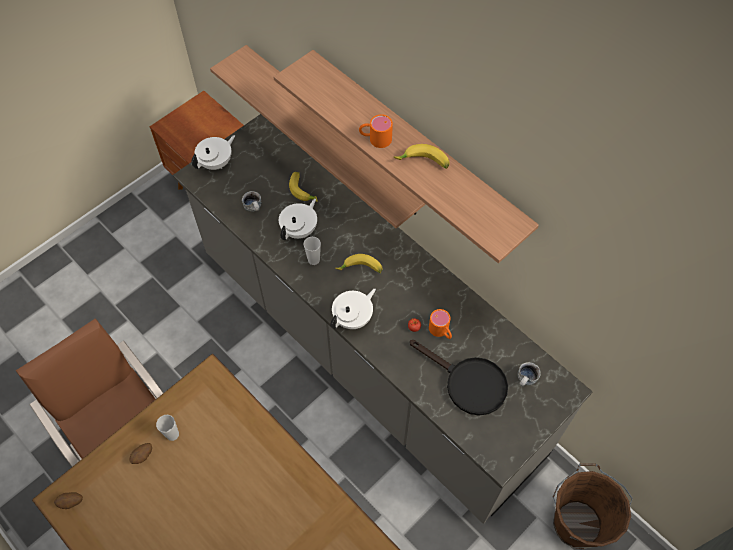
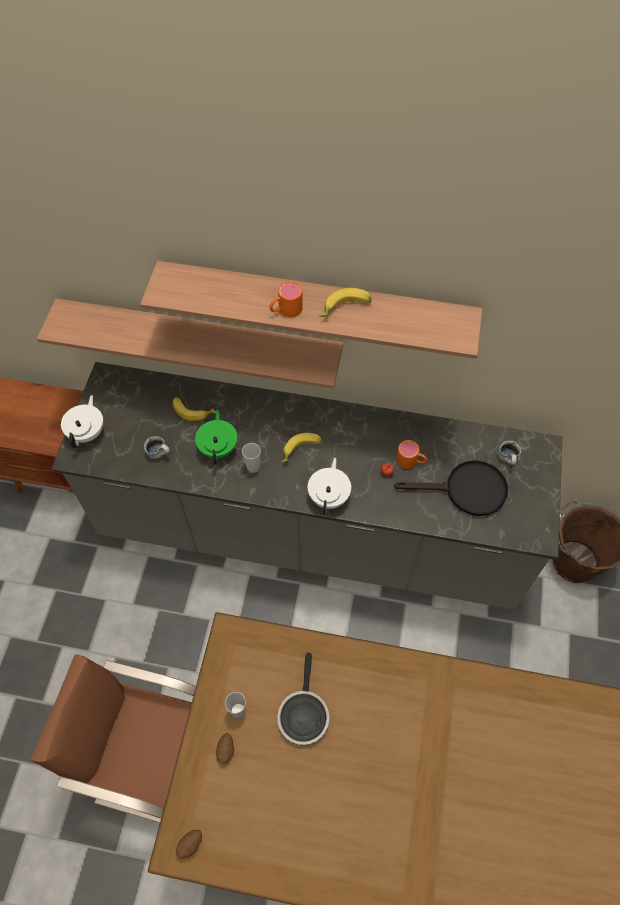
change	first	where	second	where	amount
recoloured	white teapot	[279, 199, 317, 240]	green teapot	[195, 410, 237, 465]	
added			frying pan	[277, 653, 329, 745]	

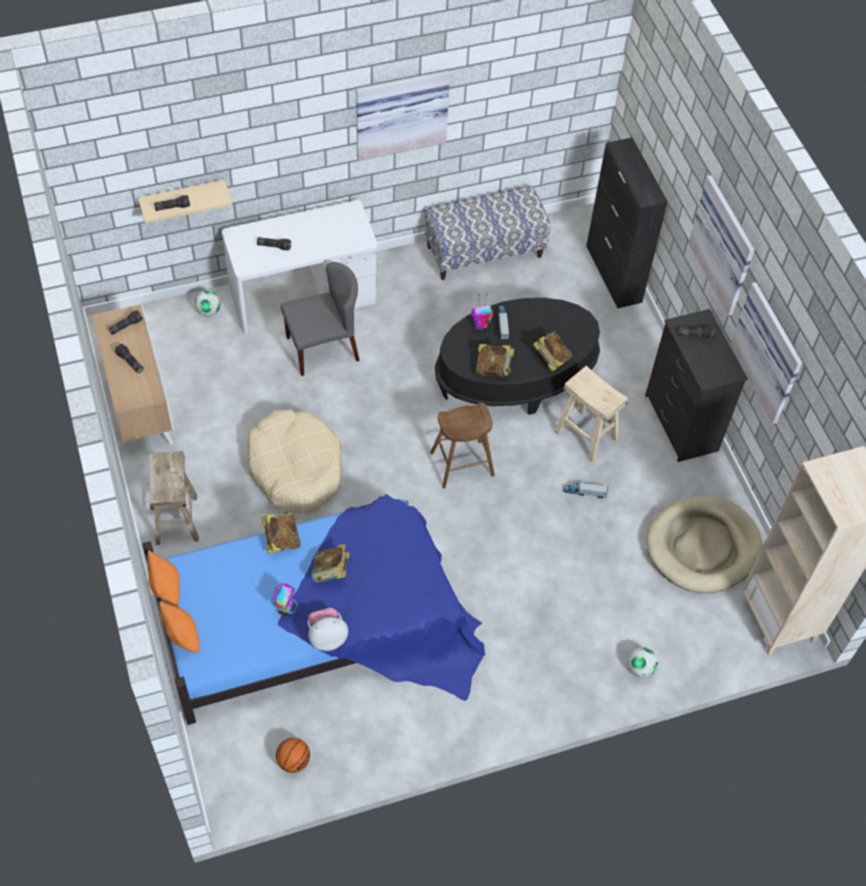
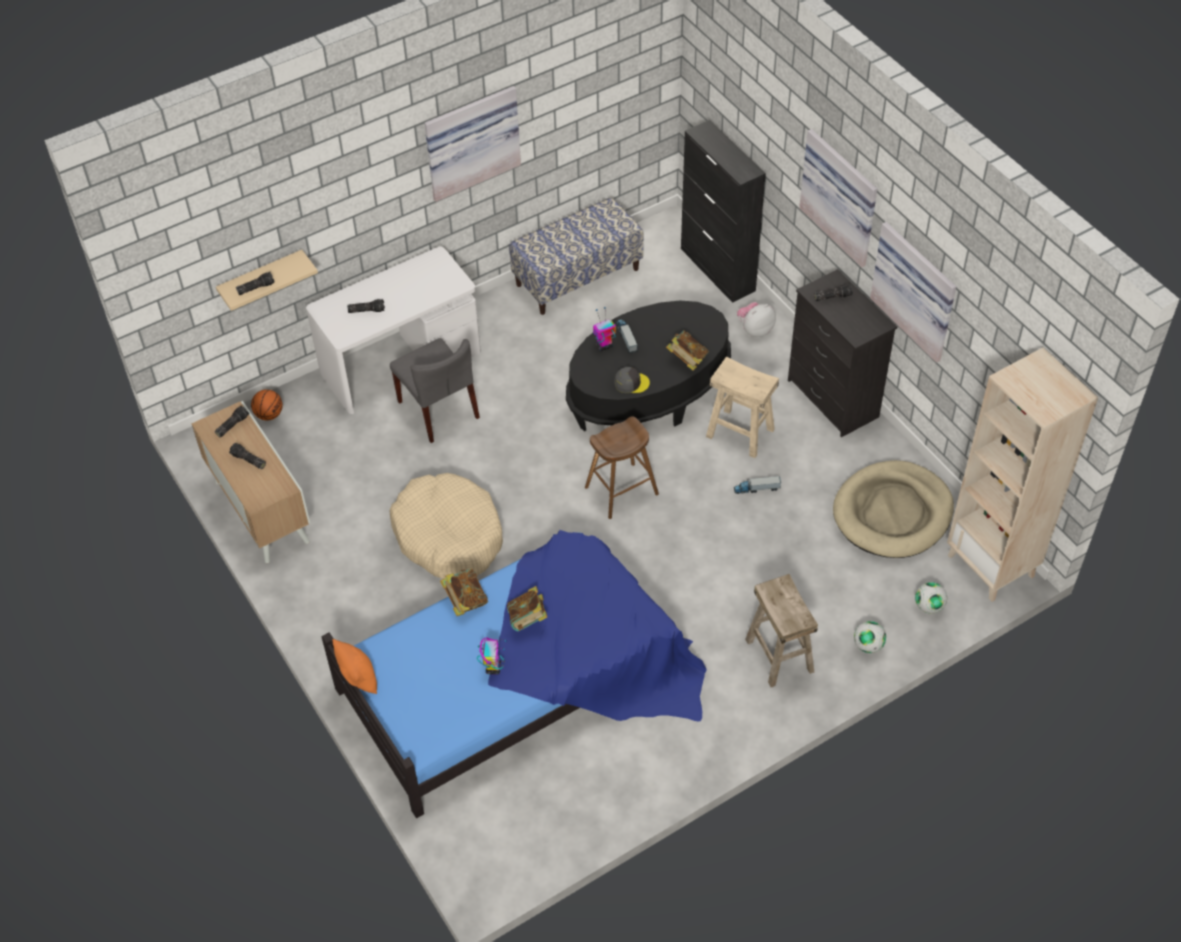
change	first	where	second	where	amount
moved	beige stool	[149, 451, 199, 545]		[745, 574, 818, 687]	
removed	orange pillow	[159, 601, 200, 653]			
moved	football	[195, 291, 221, 316]		[915, 582, 947, 614]	
moved	basketball	[276, 738, 310, 773]		[251, 389, 283, 420]	
turned	grey chair	[281, 262, 360, 376]		[390, 338, 480, 443]	90 degrees clockwise
moved	plush toy	[308, 608, 348, 651]		[737, 302, 776, 337]	
replaced	book	[476, 344, 514, 377]	grey cap	[615, 367, 650, 393]	

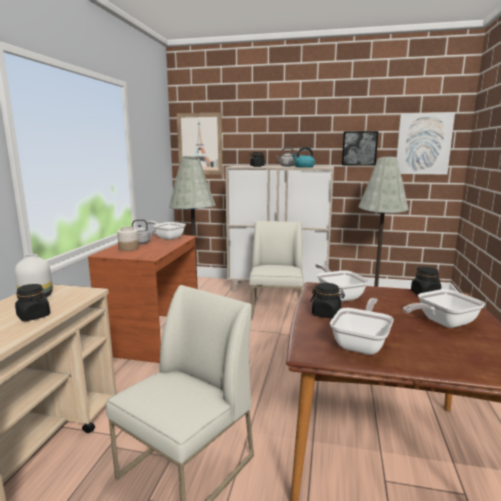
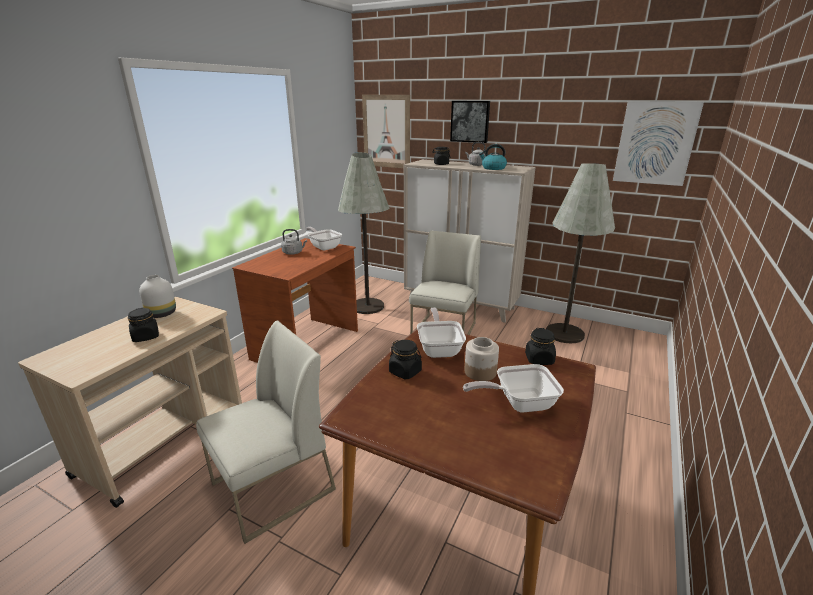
change	first	where	second	where	amount
moved	jar	[117, 227, 139, 251]		[465, 337, 499, 381]	
removed	frying pan	[330, 298, 394, 355]			
moved	picture	[342, 131, 378, 166]		[450, 101, 490, 143]	

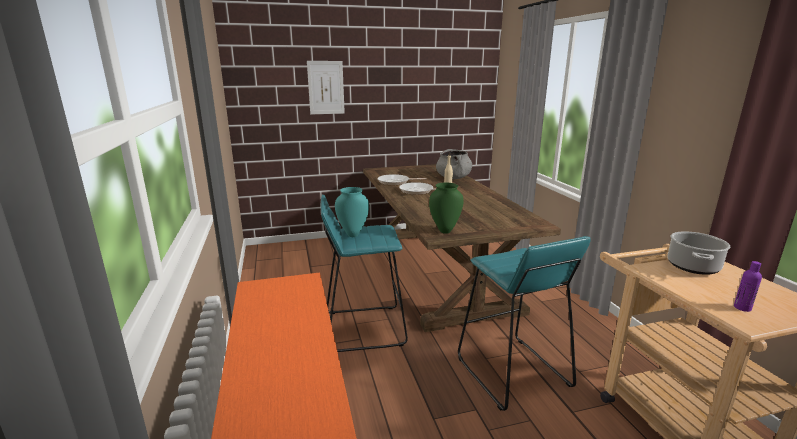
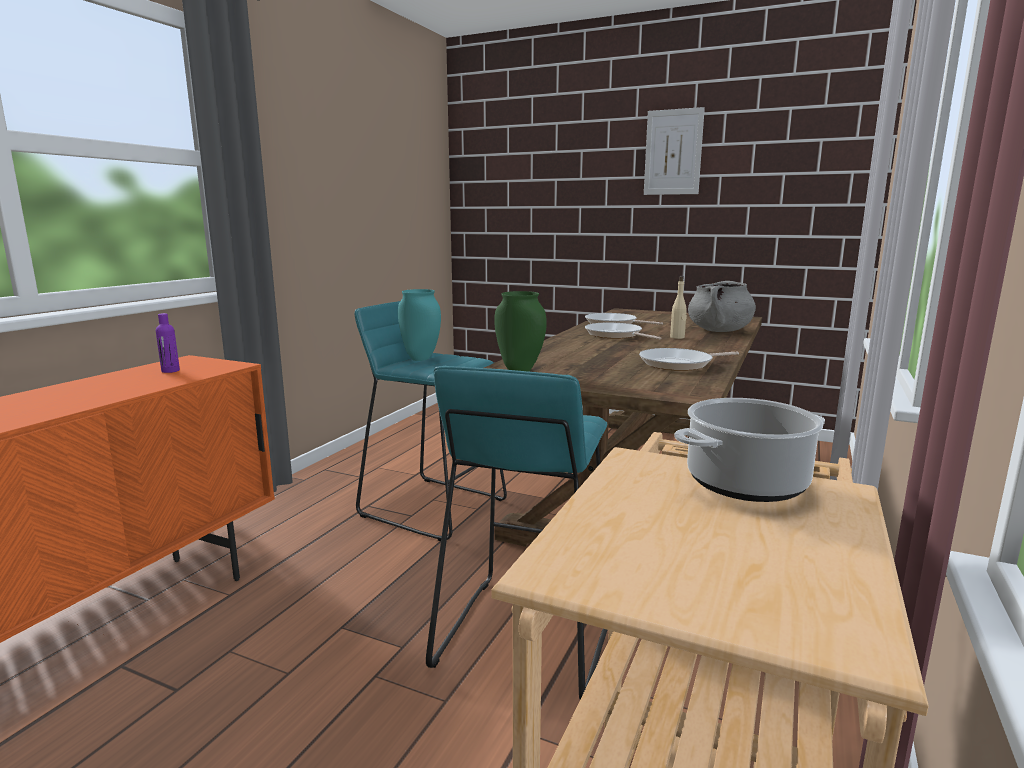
change	first	where	second	where	amount
moved	picture	[307, 61, 345, 114]		[644, 107, 705, 195]	
moved	purple bottle	[734, 261, 762, 312]		[156, 313, 180, 373]	
added			frying pan	[639, 348, 739, 371]	

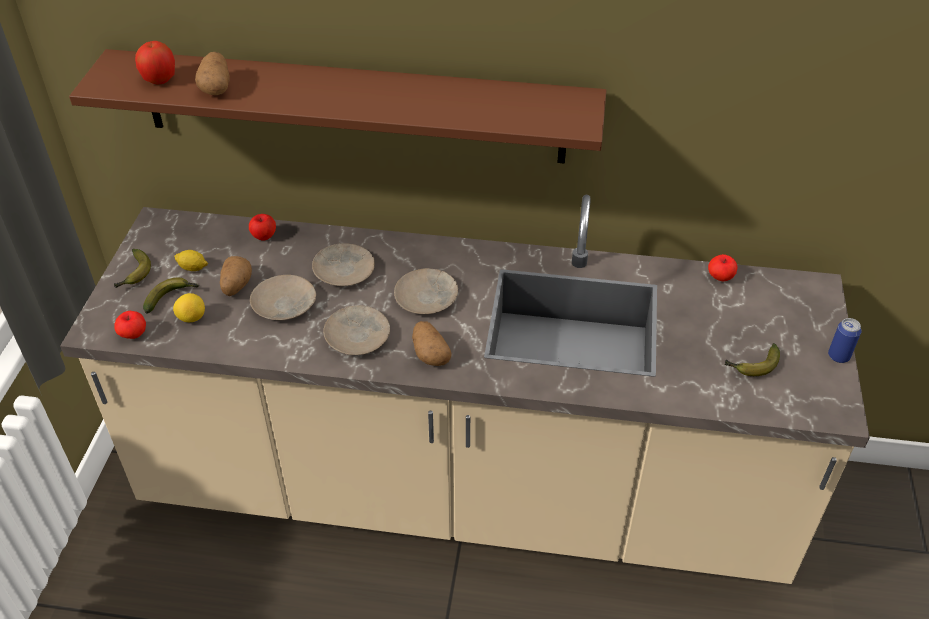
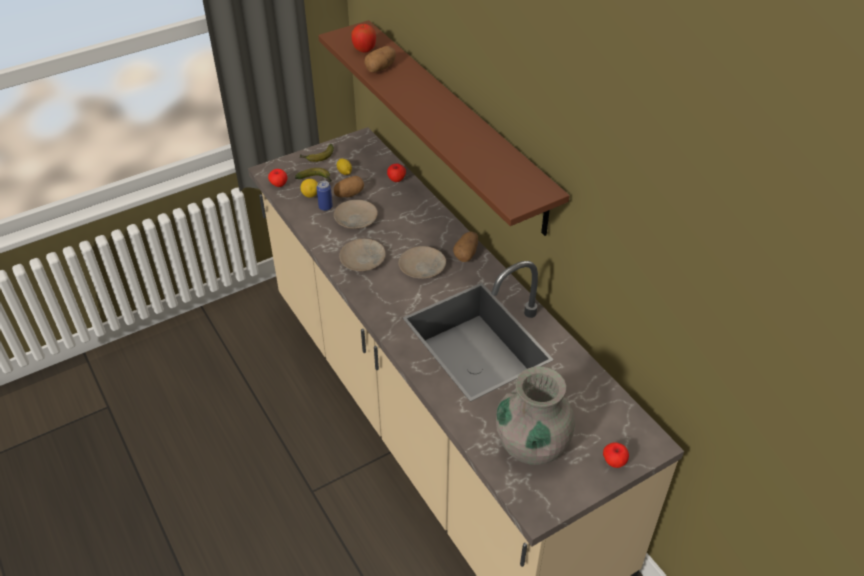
change	first	where	second	where	amount
removed	beige plate	[312, 243, 375, 286]			
moved	potato	[412, 321, 452, 366]		[453, 231, 478, 262]	
moved	apple	[708, 254, 738, 281]		[603, 442, 629, 468]	
replaced	banana	[724, 343, 780, 376]	grey vase	[496, 366, 575, 465]	
moved	can	[828, 318, 861, 363]		[316, 181, 333, 211]	

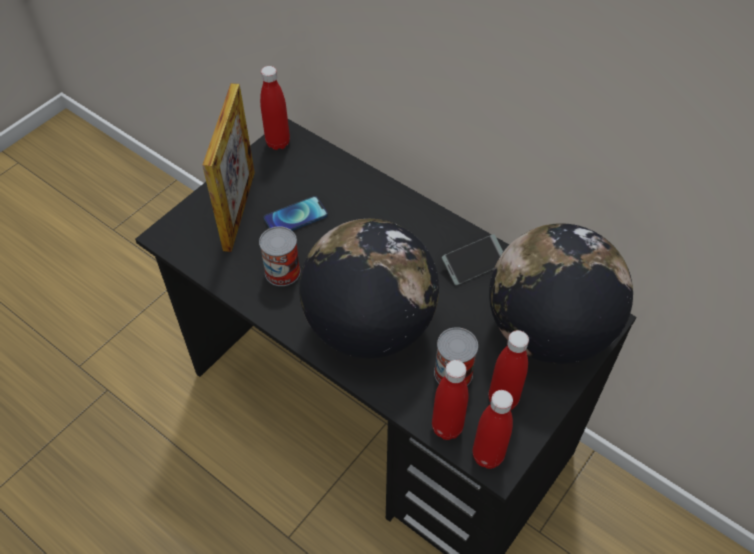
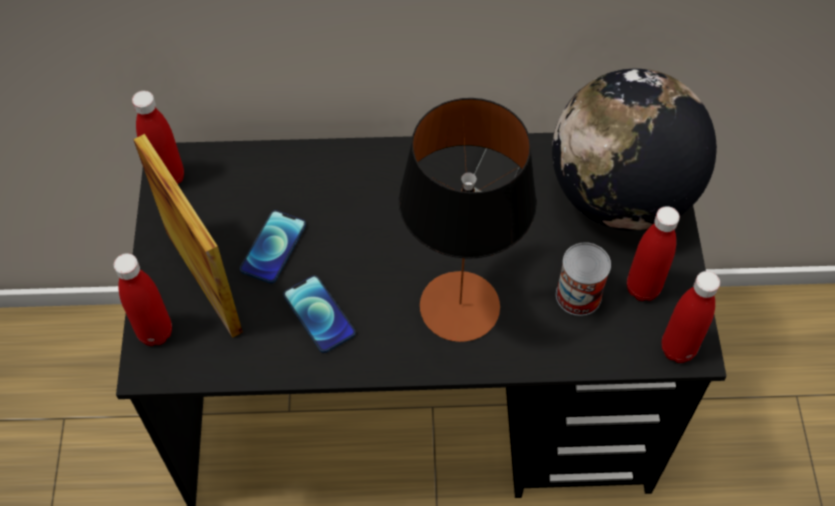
change	first	where	second	where	amount
replaced	can	[259, 226, 300, 286]	phone	[283, 275, 356, 353]	
replaced	globe	[299, 219, 439, 359]	table lamp	[398, 98, 537, 342]	
moved	red bottle	[432, 360, 468, 440]		[114, 253, 172, 346]	

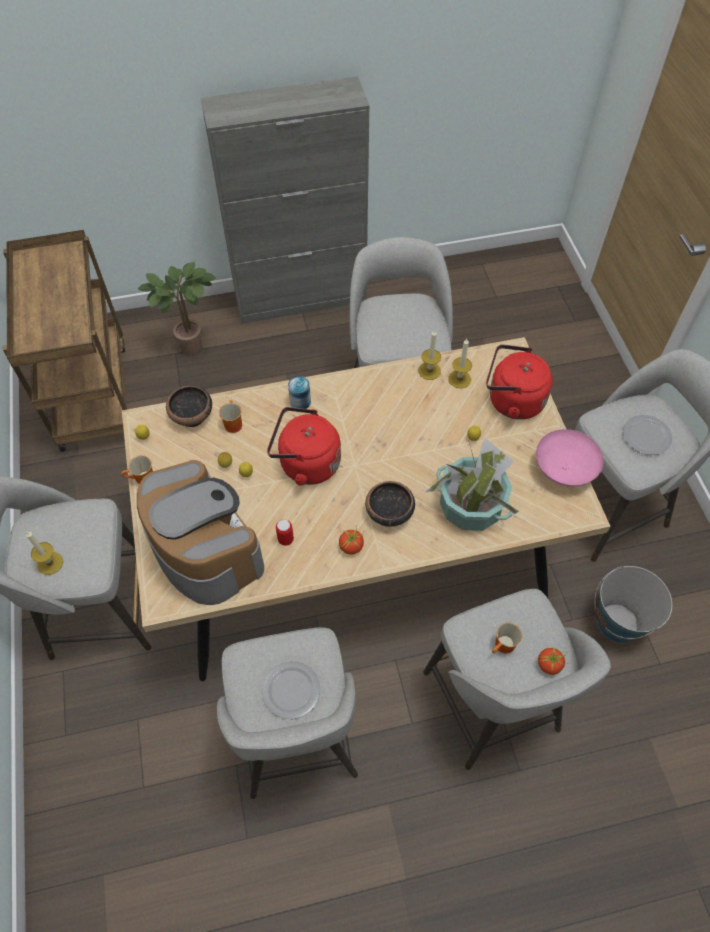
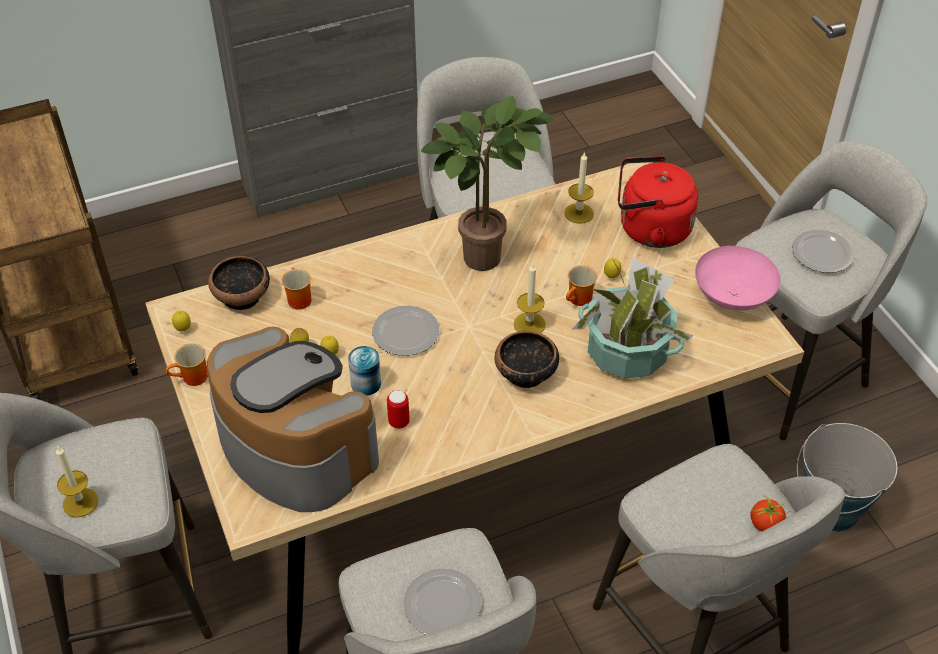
change	first	where	second	where	amount
moved	potted plant	[138, 262, 216, 356]		[421, 96, 555, 271]	
replaced	red kettle	[267, 407, 341, 486]	plate	[372, 306, 440, 356]	
moved	can	[288, 376, 311, 409]		[348, 346, 381, 396]	
removed	tomato	[339, 525, 364, 554]			
moved	candle	[418, 330, 441, 380]		[514, 264, 546, 333]	
moved	mug	[492, 622, 523, 653]		[566, 265, 597, 306]	

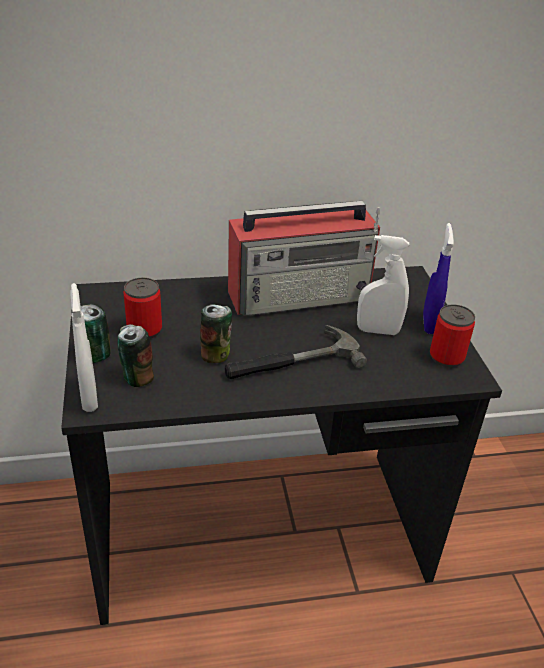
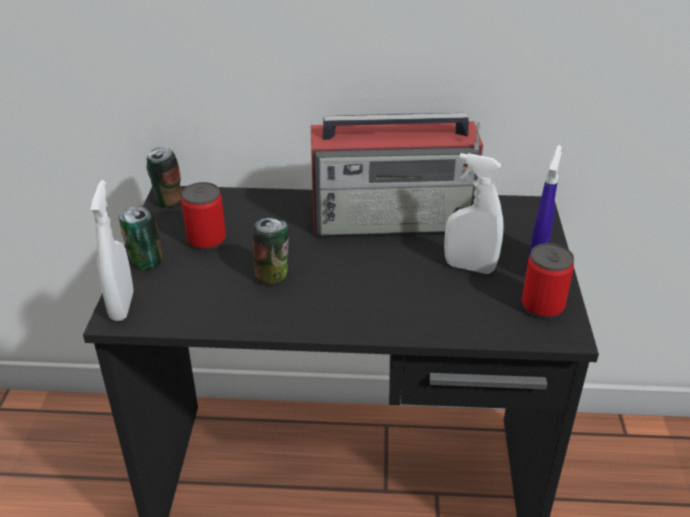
change	first	where	second	where	amount
moved	can	[117, 324, 154, 387]		[146, 147, 182, 208]	
removed	hammer	[225, 325, 367, 379]			

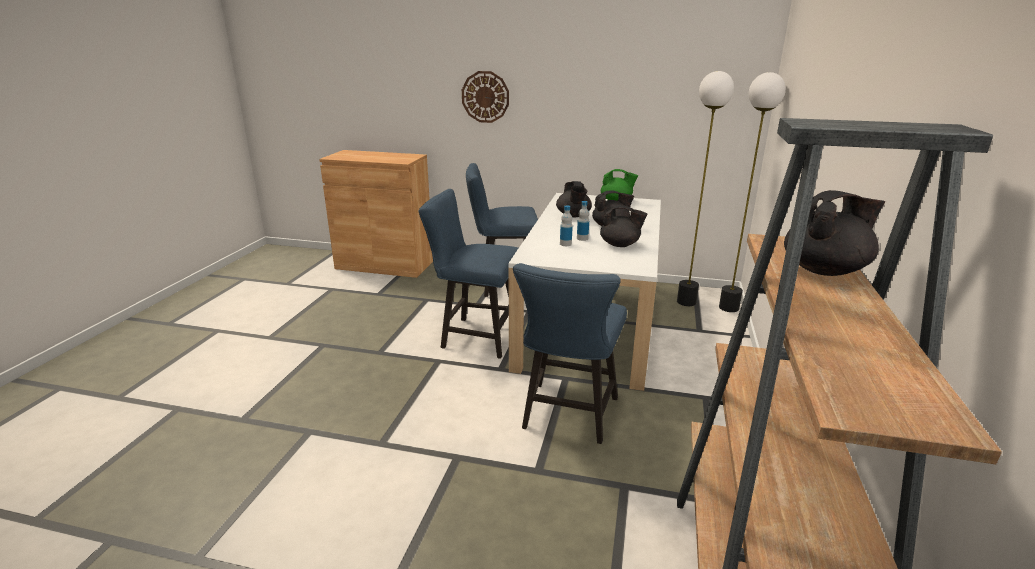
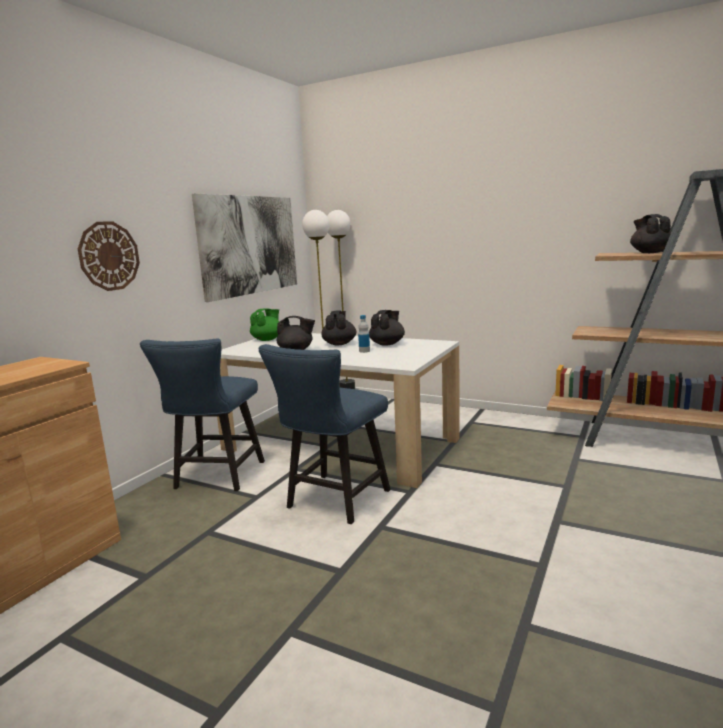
change	first	where	second	where	amount
removed	blue chair	[513, 263, 627, 444]			
removed	bottle	[560, 205, 573, 246]			
added			picture	[192, 193, 297, 302]	

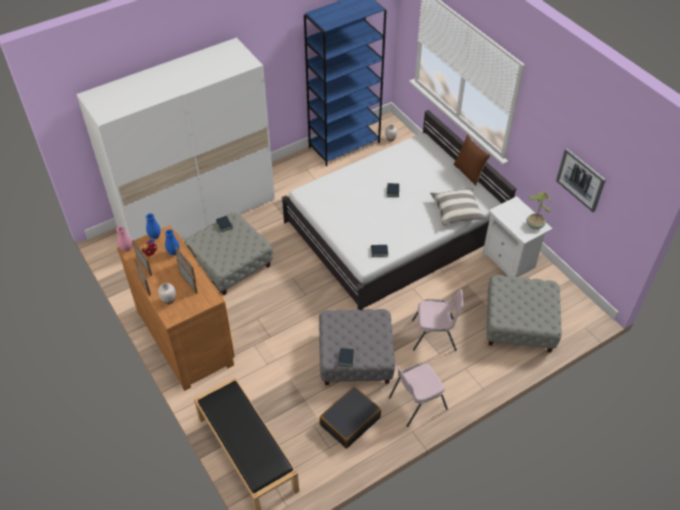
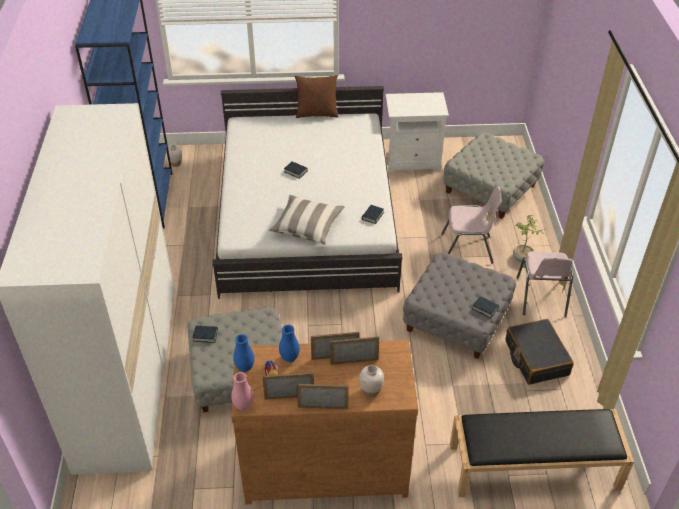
change	first	where	second	where	amount
turned	pink chair	[412, 289, 463, 351]		[441, 186, 502, 264]	60 degrees clockwise
moved	pillow	[430, 187, 487, 226]		[268, 195, 344, 245]	
moved	potted plant	[527, 191, 551, 229]		[513, 215, 548, 262]	
removed	picture	[556, 148, 606, 212]			

